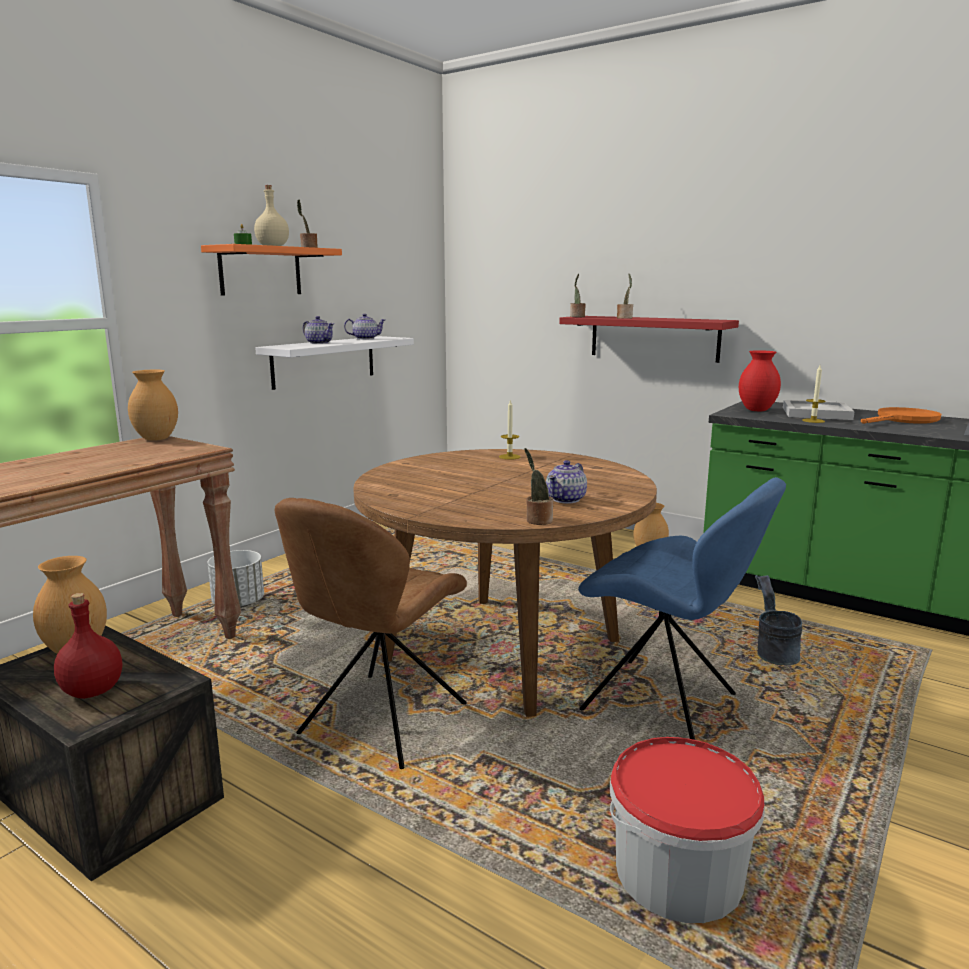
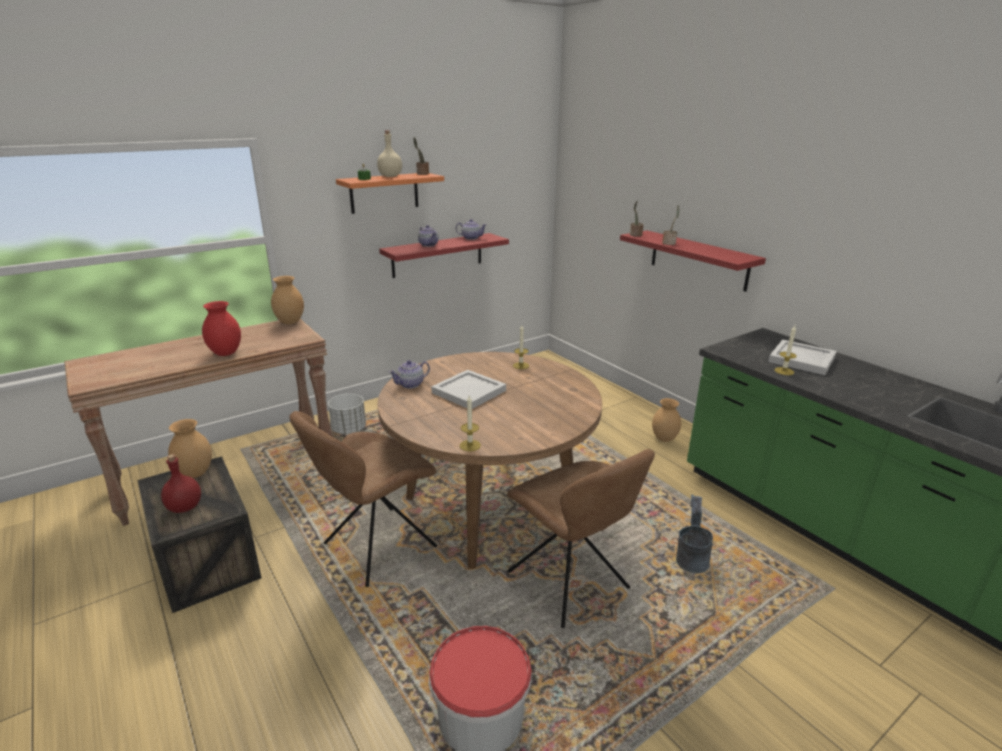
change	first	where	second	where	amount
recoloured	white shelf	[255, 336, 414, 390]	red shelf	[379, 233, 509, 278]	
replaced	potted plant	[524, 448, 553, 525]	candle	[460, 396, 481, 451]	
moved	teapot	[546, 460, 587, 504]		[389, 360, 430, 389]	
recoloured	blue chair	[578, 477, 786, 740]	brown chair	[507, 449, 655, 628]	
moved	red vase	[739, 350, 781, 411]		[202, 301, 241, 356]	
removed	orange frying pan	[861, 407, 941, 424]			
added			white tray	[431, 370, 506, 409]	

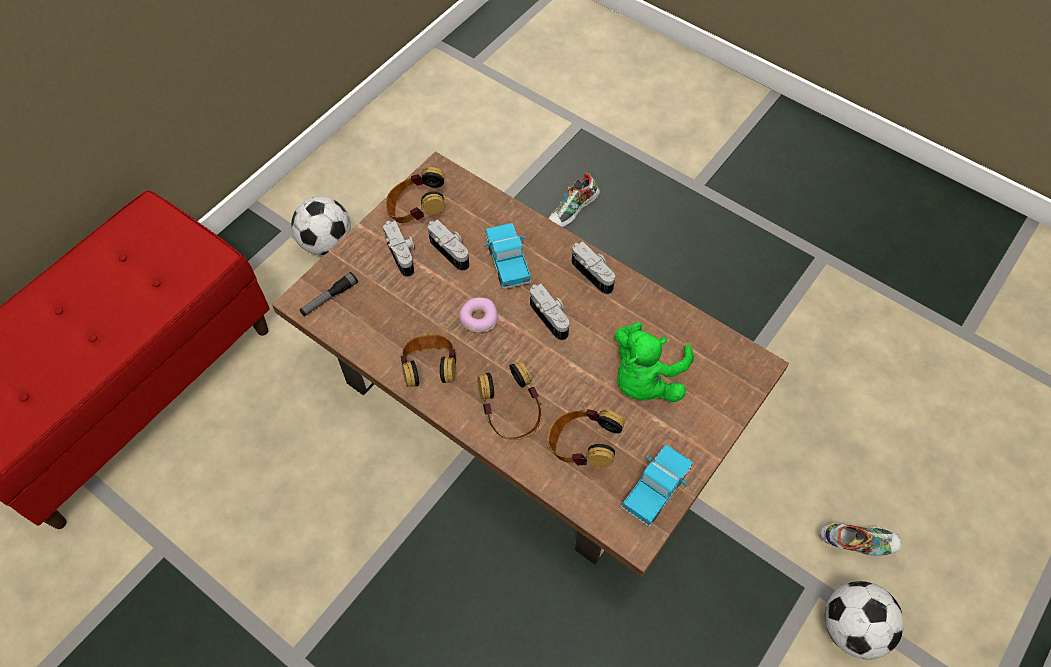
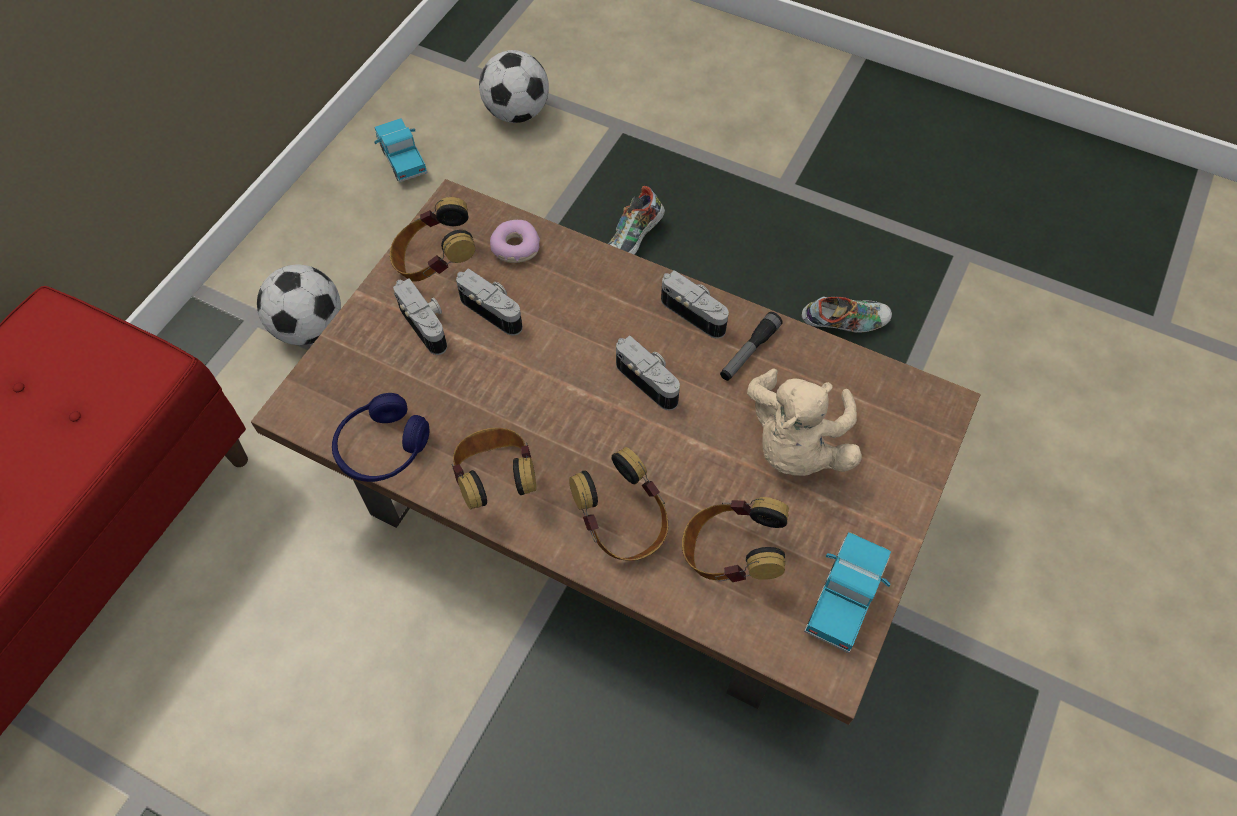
change	first	where	second	where	amount
moved	flashlight	[300, 272, 358, 316]		[720, 312, 783, 381]	
moved	donut	[459, 297, 498, 333]		[490, 220, 540, 263]	
moved	toy truck	[484, 223, 531, 289]		[374, 118, 428, 182]	
recoloured	green plush toy	[614, 322, 694, 402]	beige plush toy	[747, 368, 862, 476]	
moved	shoe	[820, 523, 902, 556]		[802, 296, 892, 333]	
moved	football	[825, 581, 904, 659]		[479, 50, 549, 123]	
added			blue headphones	[332, 393, 430, 482]	

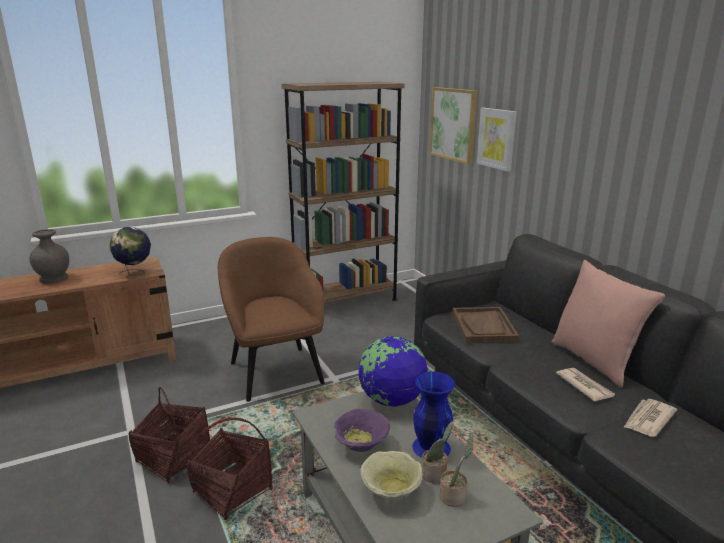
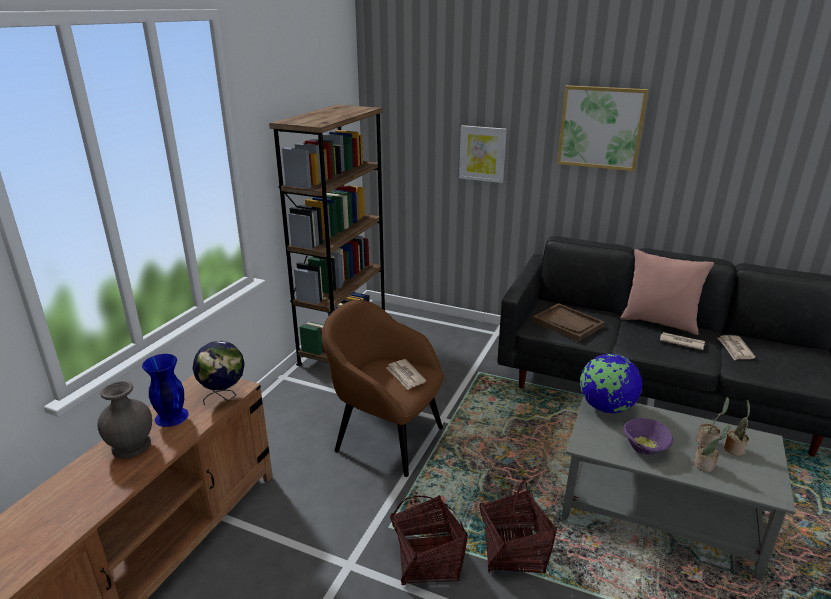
change	first	where	second	where	amount
replaced	beige bowl	[360, 451, 423, 500]	potted plant	[694, 424, 731, 472]	
moved	blue vase	[412, 371, 455, 458]		[142, 354, 189, 427]	
moved	picture	[430, 87, 478, 165]		[557, 85, 648, 171]	
added			newspaper	[386, 359, 426, 390]	

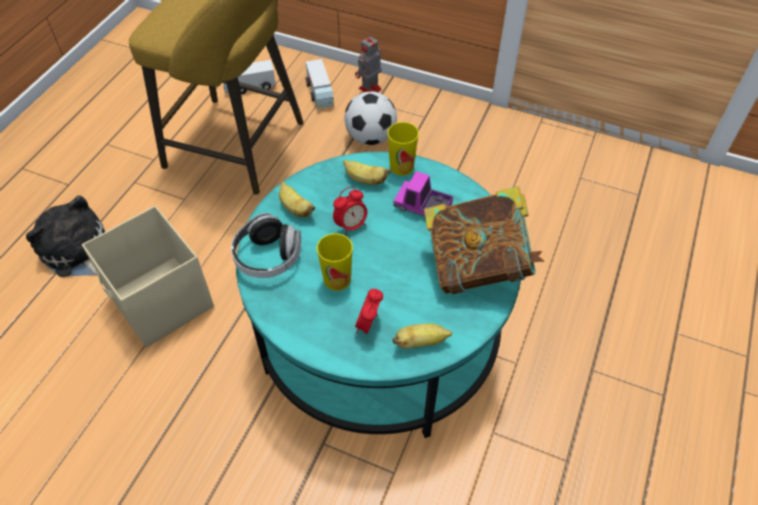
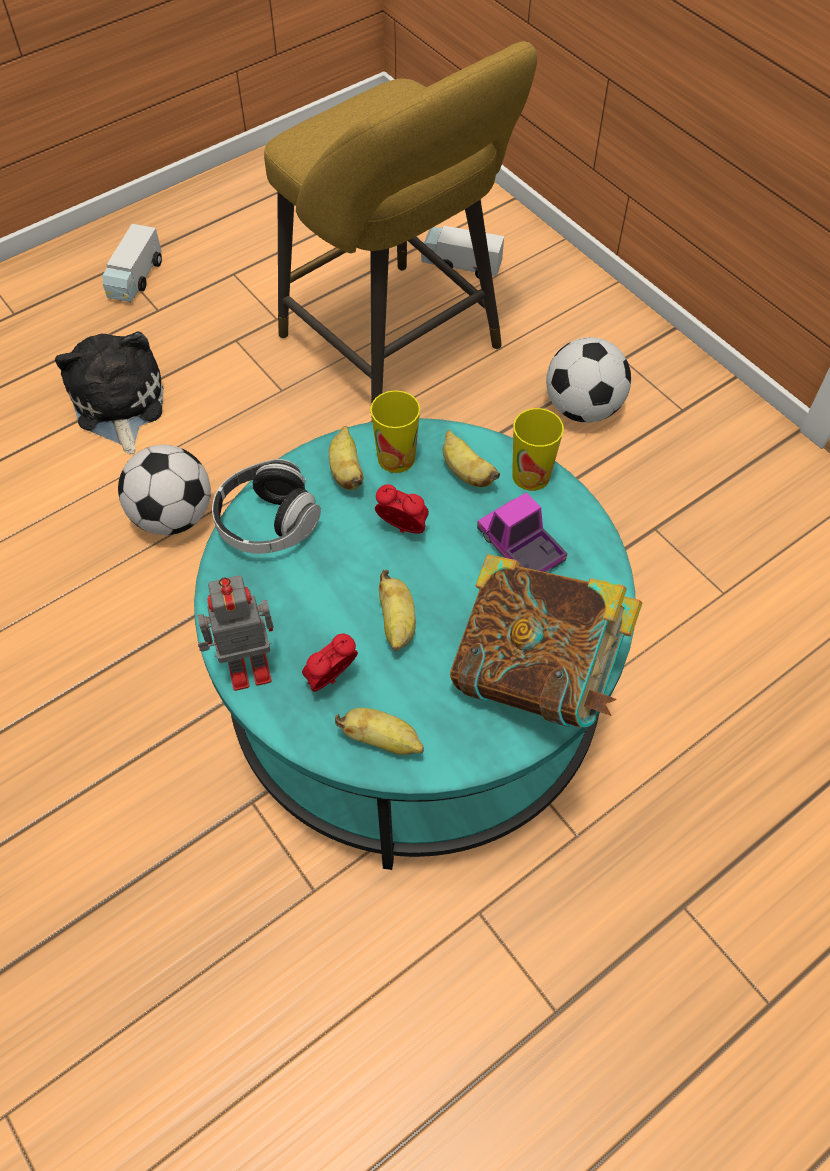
change	first	where	second	where	amount
replaced	beige storage box	[82, 206, 214, 347]	football	[118, 445, 211, 535]	
moved	toy truck	[306, 59, 334, 109]		[103, 224, 162, 302]	
moved	cup	[317, 233, 353, 291]		[370, 390, 420, 473]	
turned	alarm clock	[333, 187, 367, 236]		[375, 484, 429, 534]	150 degrees counterclockwise
moved	toy robot	[355, 33, 382, 92]		[198, 575, 274, 691]	
added			banana	[379, 570, 416, 651]	

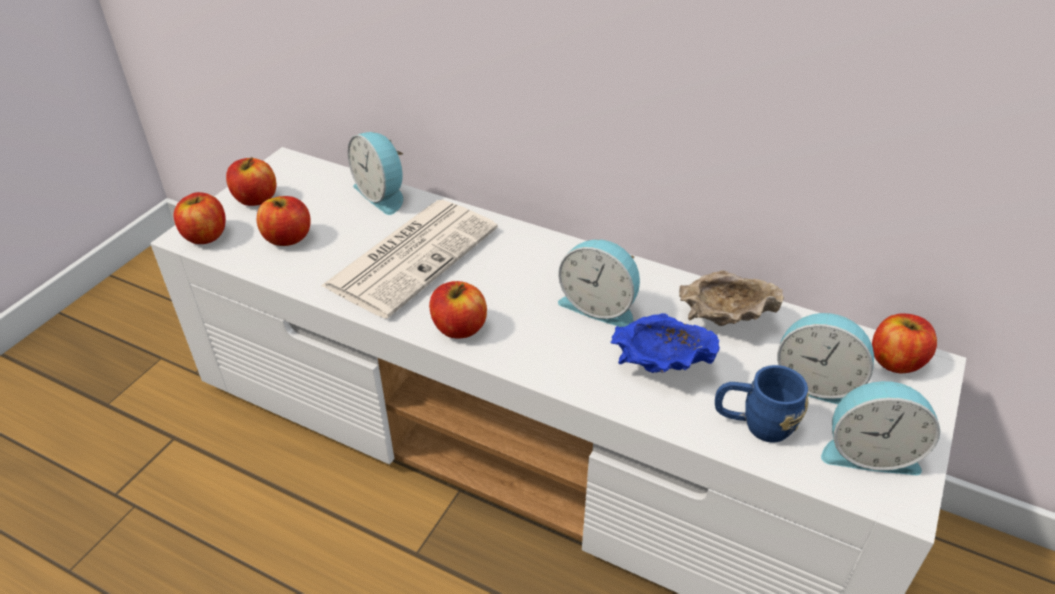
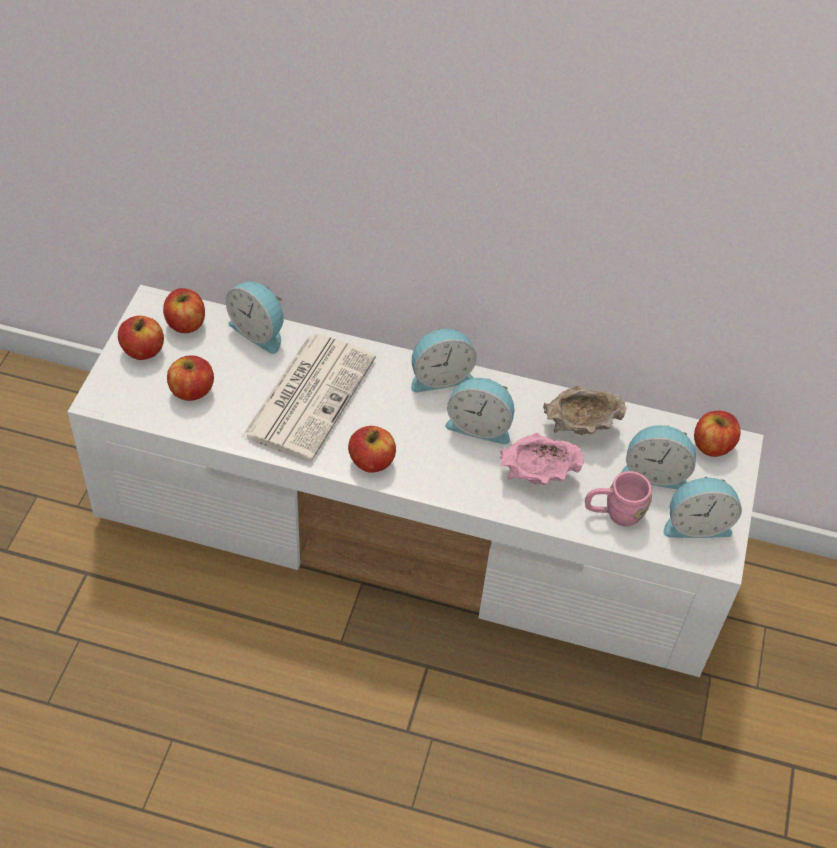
change	first	where	second	where	amount
moved	apple	[173, 192, 226, 244]		[163, 288, 205, 333]	
recoloured	blue bowl	[611, 313, 720, 373]	pink bowl	[500, 433, 584, 485]	
recoloured	blue mug	[715, 365, 809, 443]	pink mug	[585, 471, 652, 526]	
added			alarm clock	[411, 329, 477, 393]	

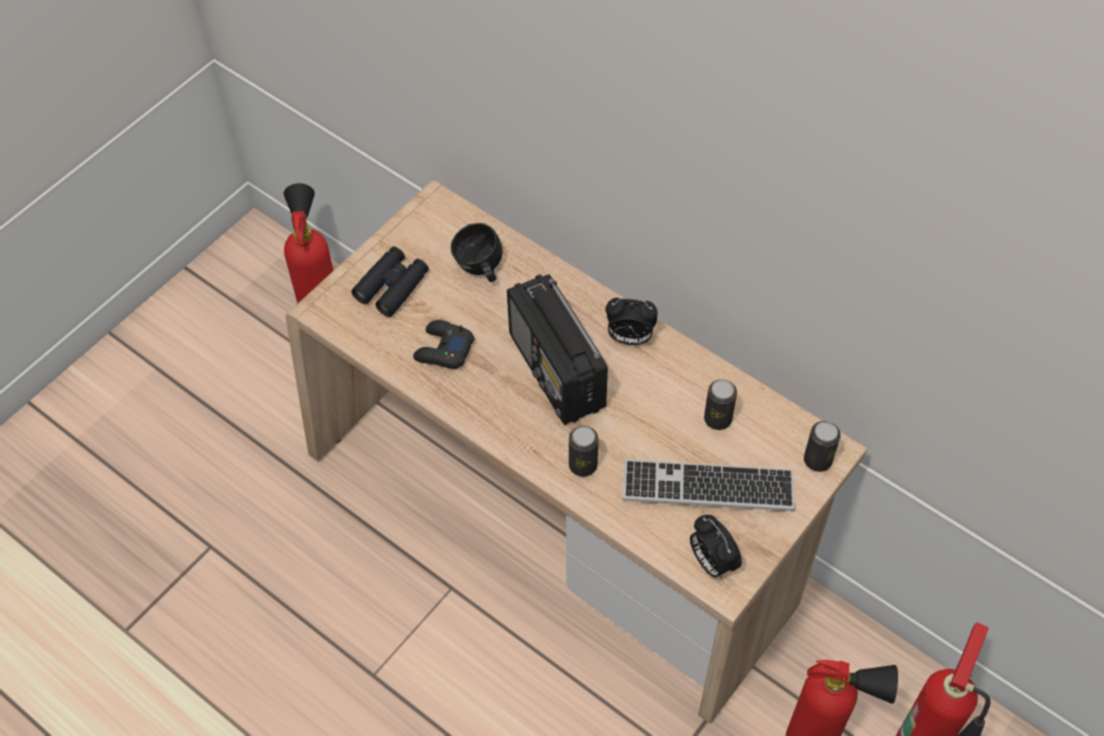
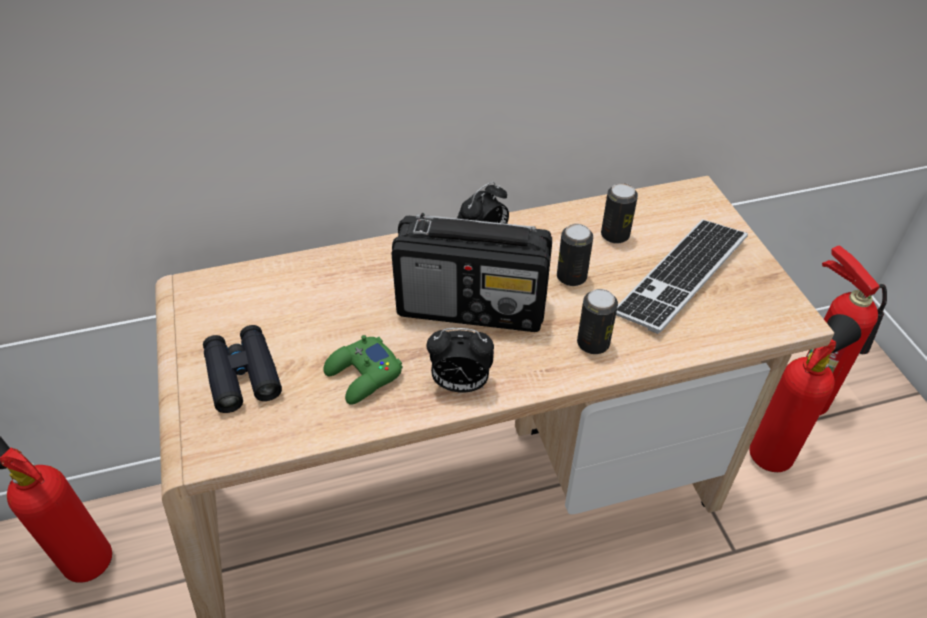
change	first	where	second	where	amount
recoloured	black game controller	[413, 320, 475, 369]	green game controller	[323, 335, 403, 405]	
removed	black mug	[451, 223, 502, 282]			
moved	alarm clock	[690, 515, 742, 579]		[426, 328, 494, 393]	
moved	can	[804, 421, 841, 472]		[557, 224, 593, 286]	

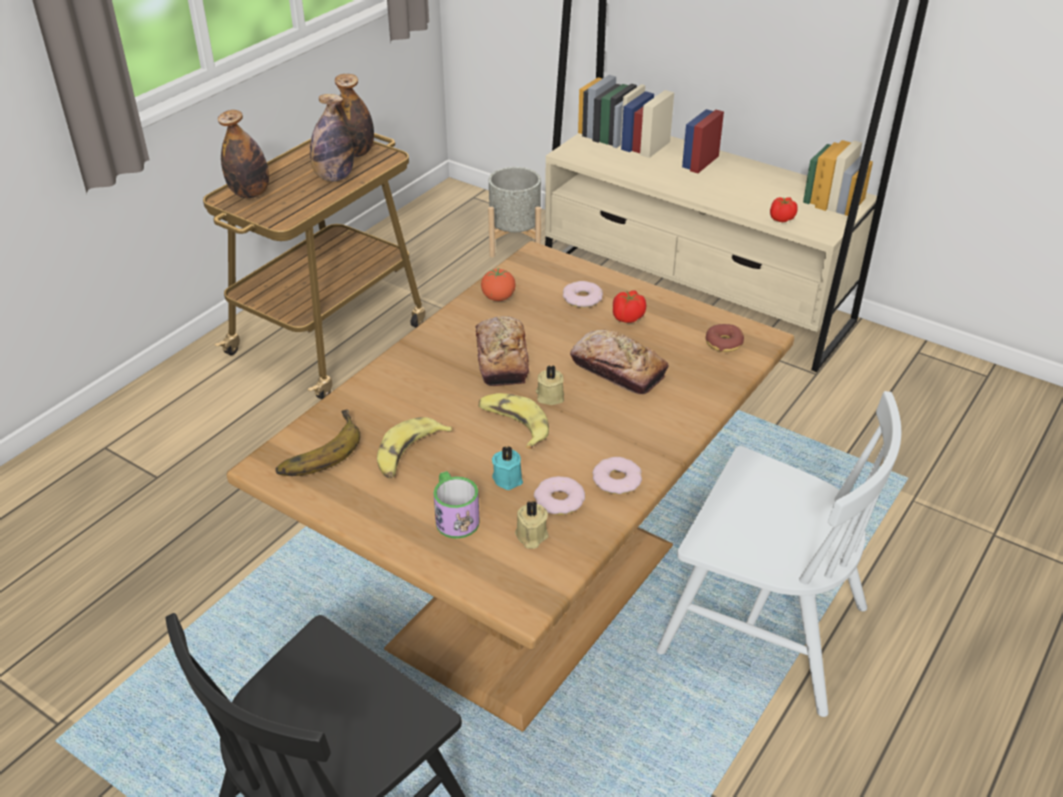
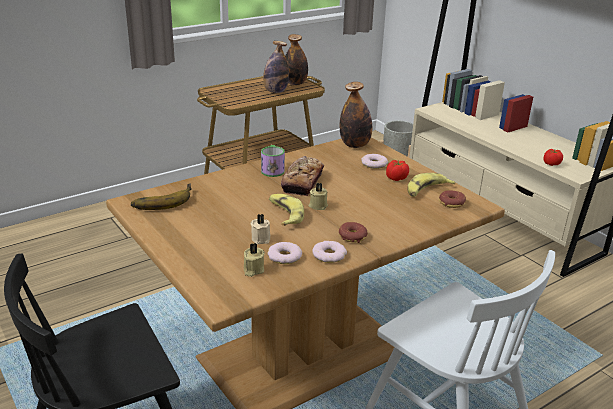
change	first	where	second	where	amount
moved	bottle	[218, 110, 269, 198]		[340, 82, 372, 148]	
moved	banana	[377, 417, 453, 479]		[408, 173, 455, 197]	
moved	mug	[433, 471, 480, 539]		[261, 145, 285, 177]	
removed	tomato	[481, 268, 516, 301]			
recoloured	turquoise candle	[492, 445, 523, 490]	beige candle	[250, 214, 270, 244]	
removed	bread	[570, 330, 669, 394]			
added			donut	[339, 222, 368, 243]	

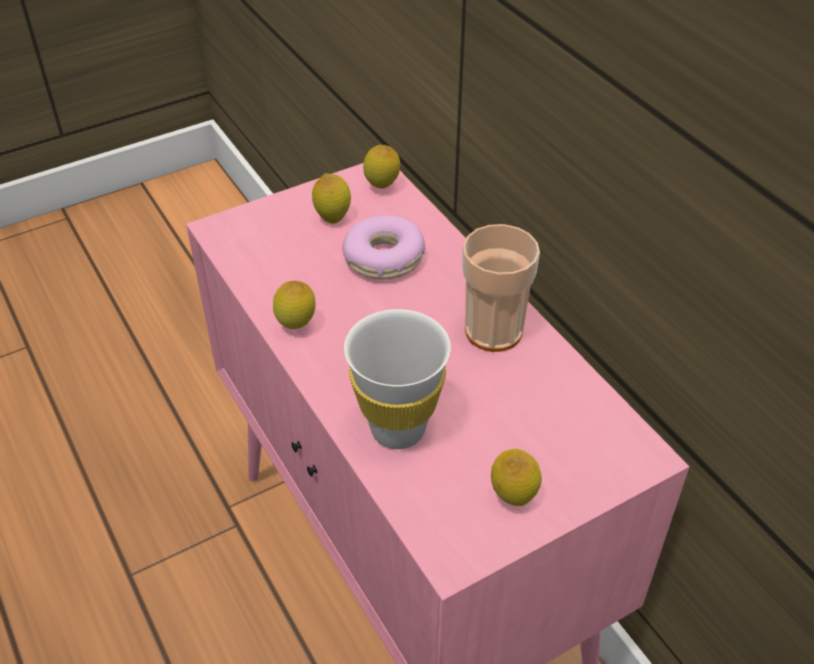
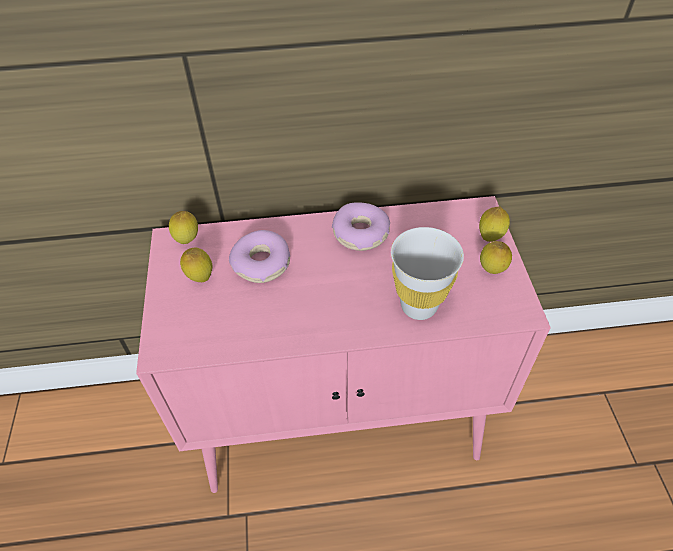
change	first	where	second	where	amount
moved	lemon	[273, 281, 316, 329]		[479, 206, 510, 242]	
replaced	cup	[462, 224, 540, 352]	donut	[332, 202, 390, 251]	

